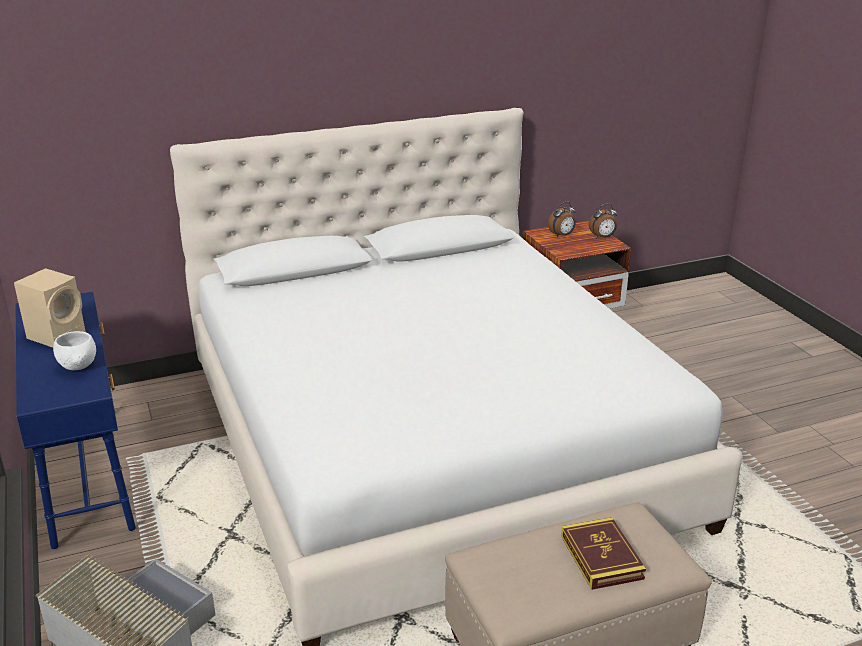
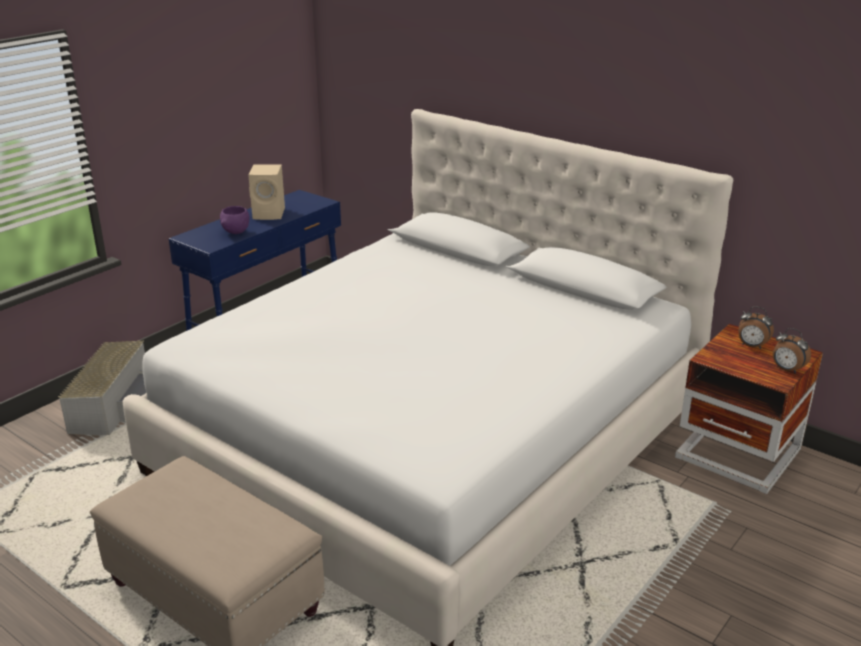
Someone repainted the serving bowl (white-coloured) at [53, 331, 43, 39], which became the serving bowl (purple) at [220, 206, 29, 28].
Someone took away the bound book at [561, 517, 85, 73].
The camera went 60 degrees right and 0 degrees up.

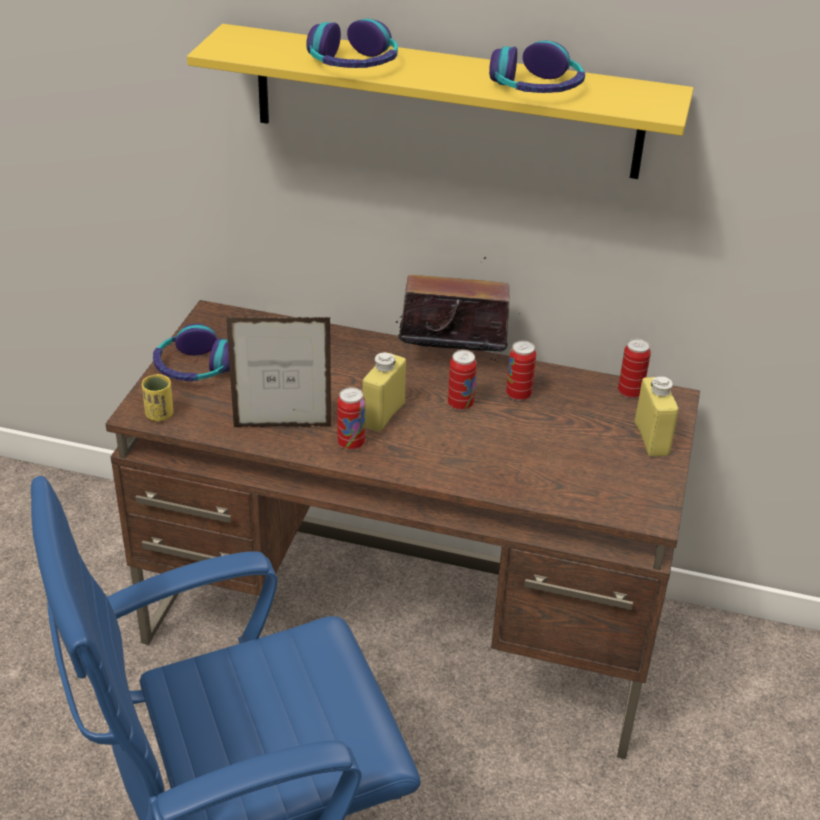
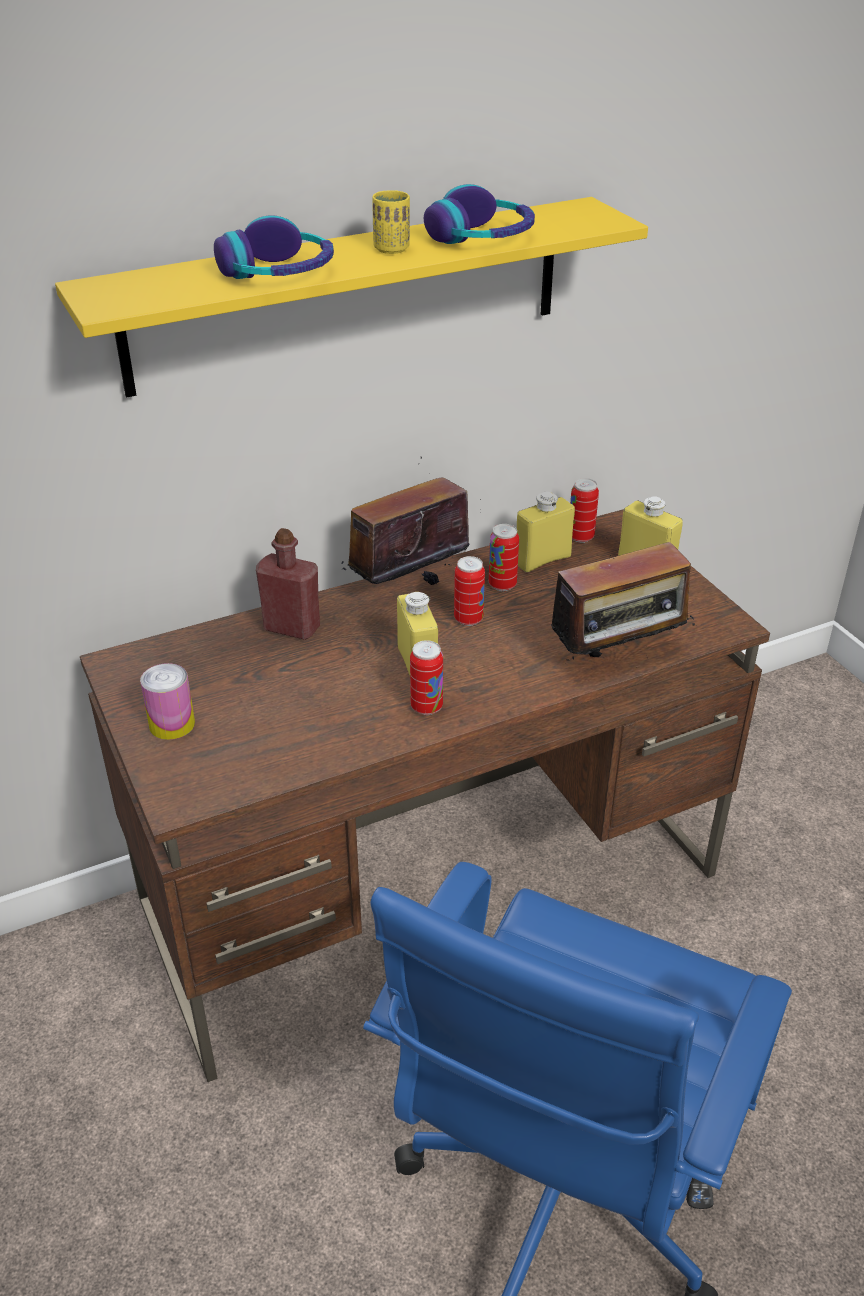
Someone carried the drinking cup (yellow-coloured) from [142, 374, 31, 47] to [372, 190, 38, 64].
Someone swapped the headset at [153, 324, 77, 58] for the can at [140, 663, 55, 77].
Someone took away the picture frame at [226, 317, 106, 110].
Someone put down the bottle (reddish) at [256, 528, 64, 112].
Someone put down the bottle (yellow-coloured) at [517, 492, 58, 80].
Someone put down the radio receiver at [542, 542, 153, 122].
The camera went 40 degrees left and 0 degrees up.

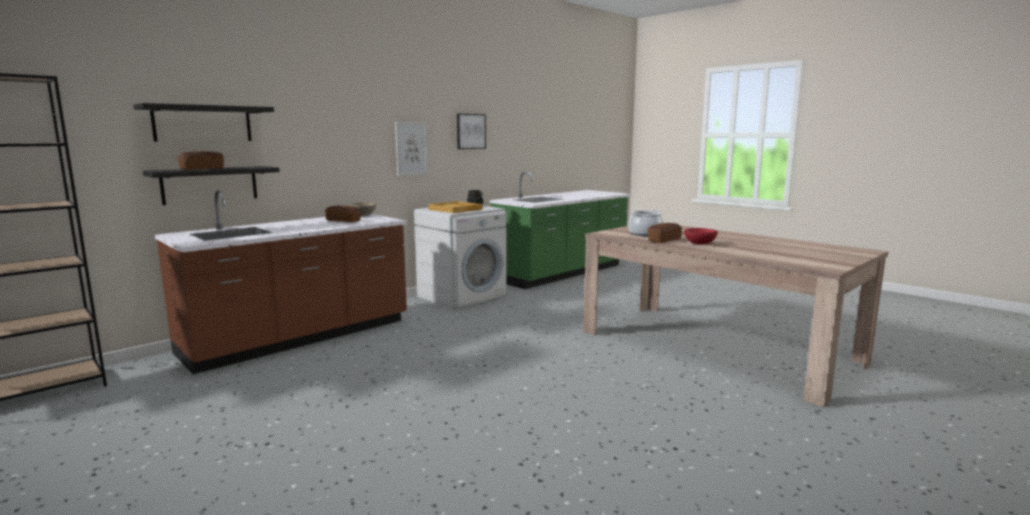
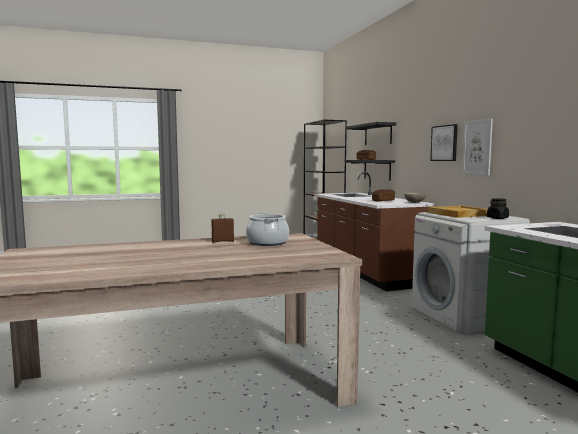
Someone carried the wall art from [457, 114, 29, 35] to [430, 124, 28, 37].
Someone swapped the bread at [648, 223, 34, 20] for the bottle (brown) at [211, 213, 23, 30].
Someone took away the serving bowl (reddish) at [684, 228, 34, 16].
The camera went 115 degrees right and 5 degrees down.

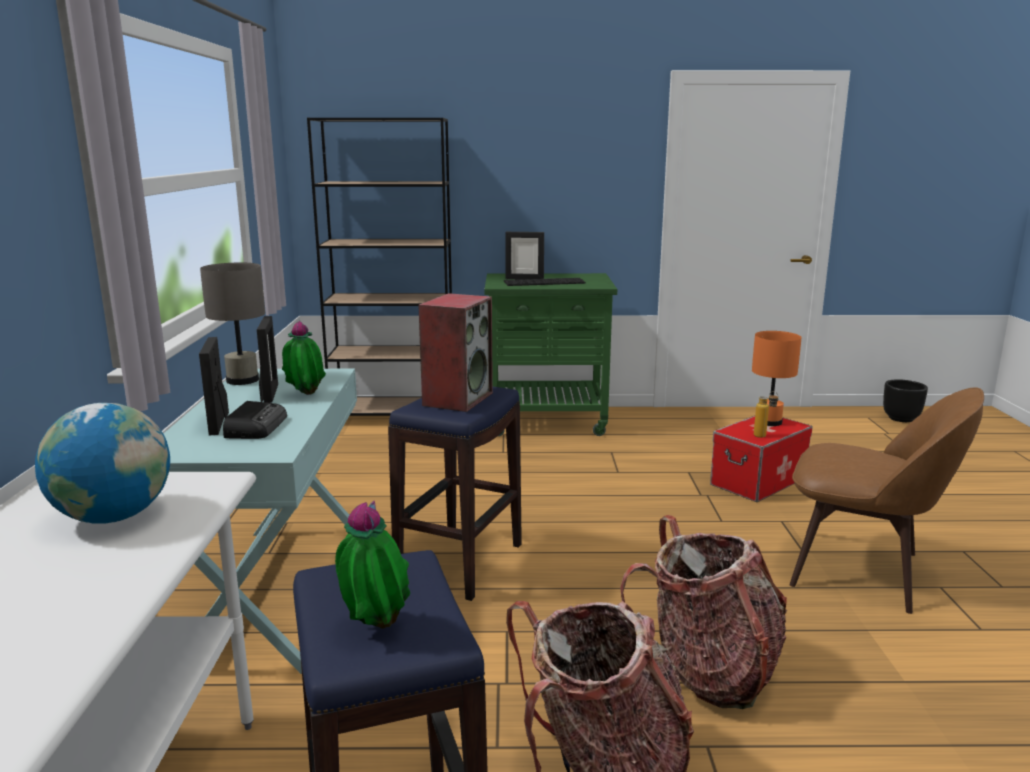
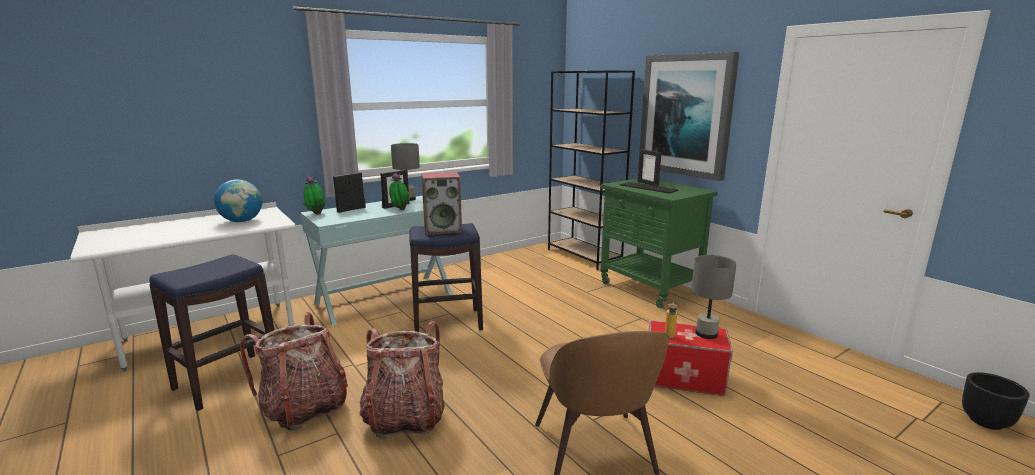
Someone took away the radio receiver at [223, 401, 64, 38].
Someone carried the houseplant from [335, 501, 75, 128] to [303, 176, 23, 38].
Someone repainted the tabletop lamp (orange-coloured) at [752, 331, 49, 95], which became the tabletop lamp (gray) at [692, 255, 44, 84].
Someone put up the wall art at [638, 52, 101, 129].
The camera went 55 degrees right and 0 degrees up.

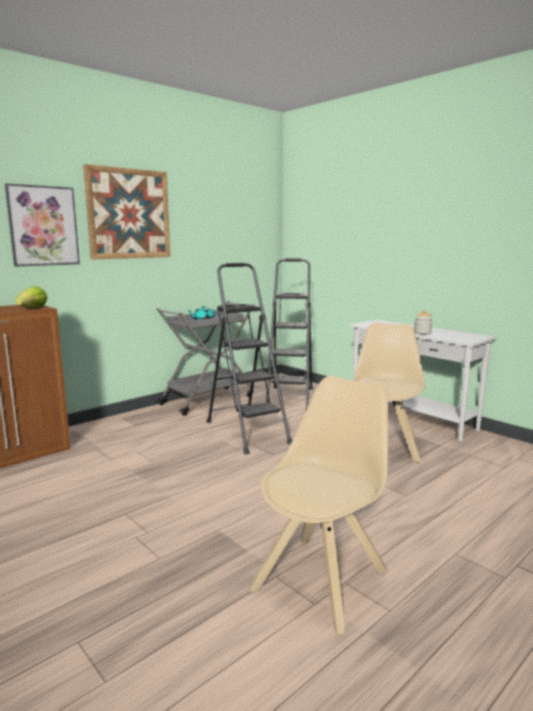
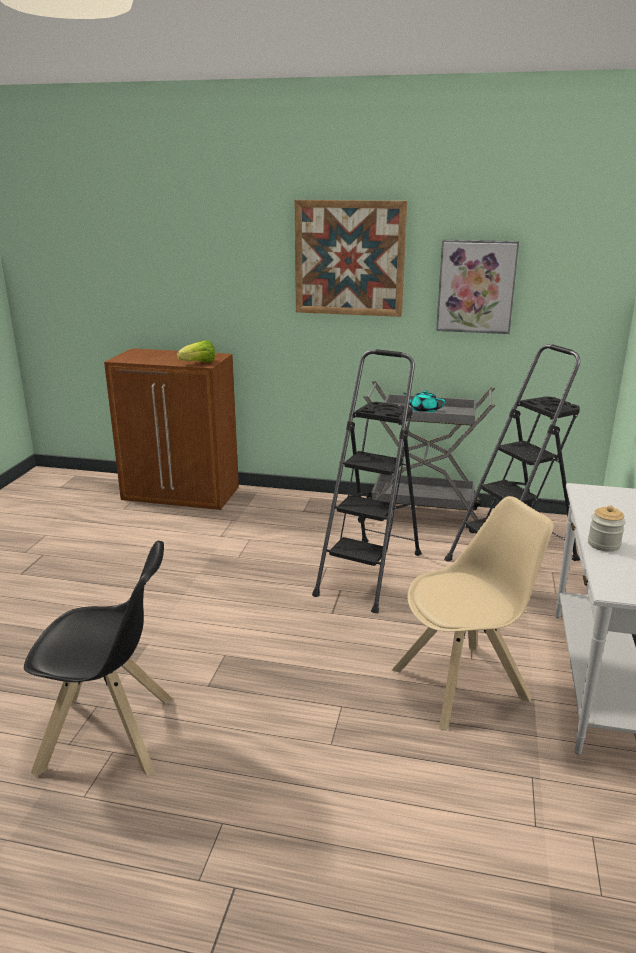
Someone carried the wall art from [5, 183, 75, 83] to [436, 240, 83, 94].
Someone repainted the upright chair (beige-coloured) at [249, 376, 139, 259], which became the upright chair (black) at [24, 541, 149, 235].
The camera went 55 degrees right and 10 degrees up.

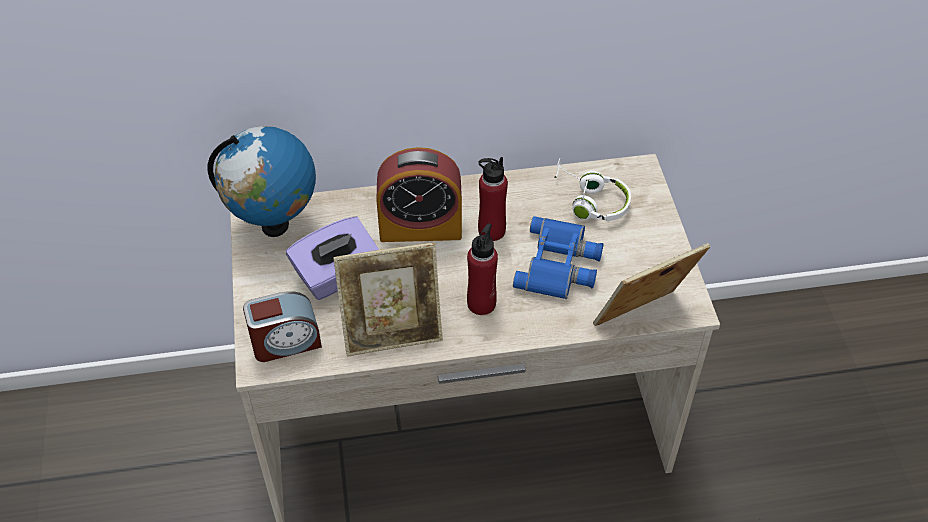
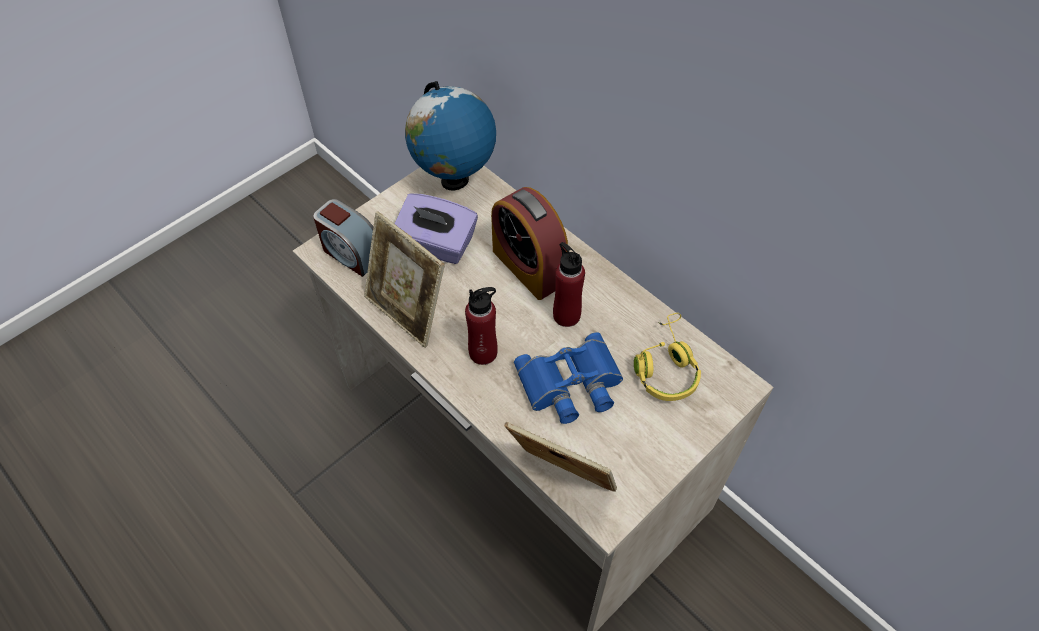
Someone repainted the headset (white-coloured) at [554, 159, 77, 62], which became the headset (yellow-coloured) at [634, 313, 67, 88].
The camera went 55 degrees right and 5 degrees up.

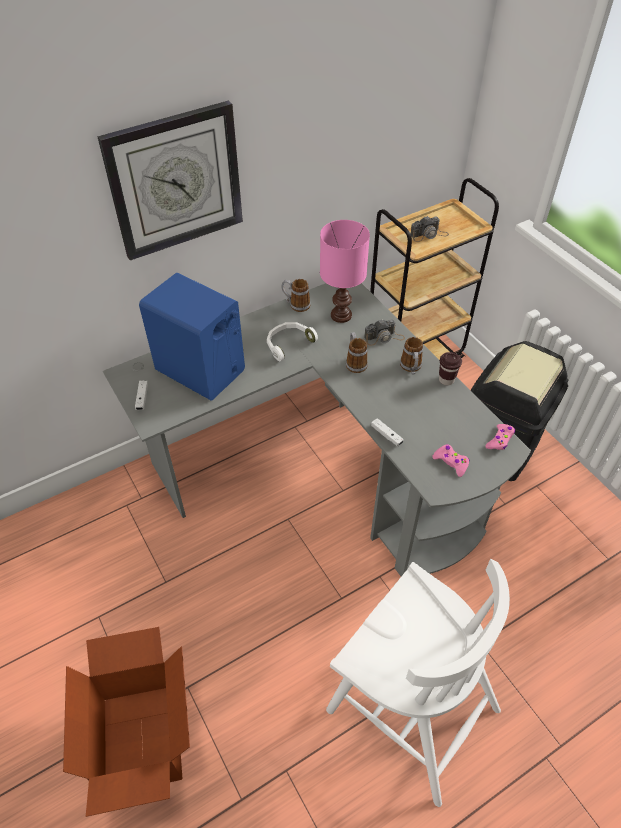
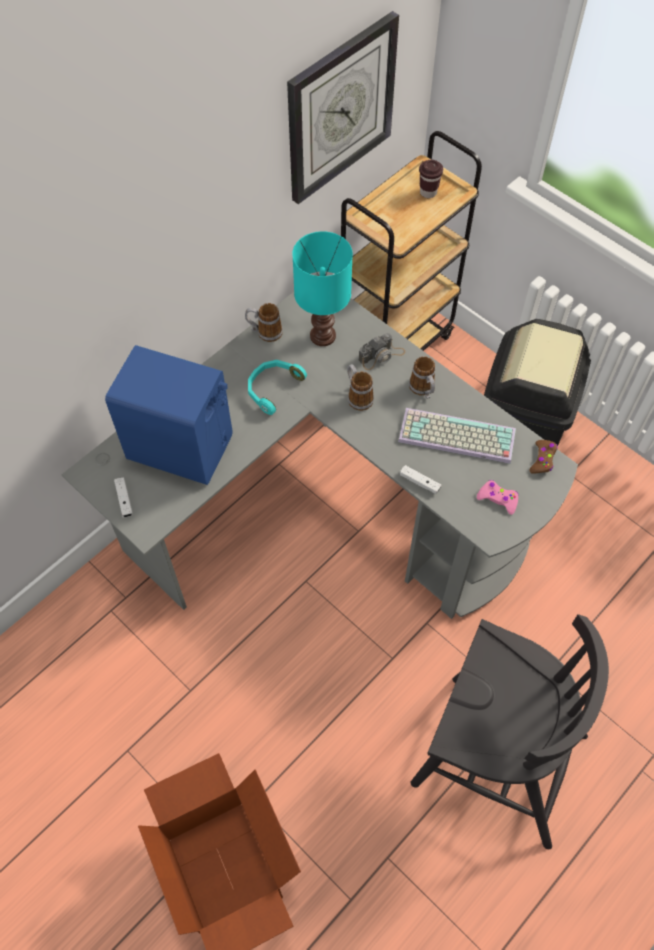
Someone carried the hanging clock from [97, 101, 146, 159] to [287, 11, 112, 193].
Someone repainted the headset (white-coloured) at [267, 322, 51, 39], which became the headset (blue-green) at [248, 360, 59, 55].
Someone repainted the tabletop lamp (pink-coloured) at [320, 220, 50, 103], which became the tabletop lamp (blue-green) at [292, 231, 61, 115].
Someone repainted the upright chair (white-coloured) at [326, 559, 184, 248], which became the upright chair (black) at [410, 614, 199, 235].
Someone took away the photo camera at [410, 216, 39, 26].
Someone carried the drinking cup (brown) from [439, 352, 23, 33] to [419, 160, 24, 38].
Someone repainted the gamepad (pink-coloured) at [485, 424, 30, 26], which became the gamepad (brown) at [529, 440, 29, 34].
Someone put down the computer keyboard at [398, 408, 118, 56].
The camera went 15 degrees left and 10 degrees up.

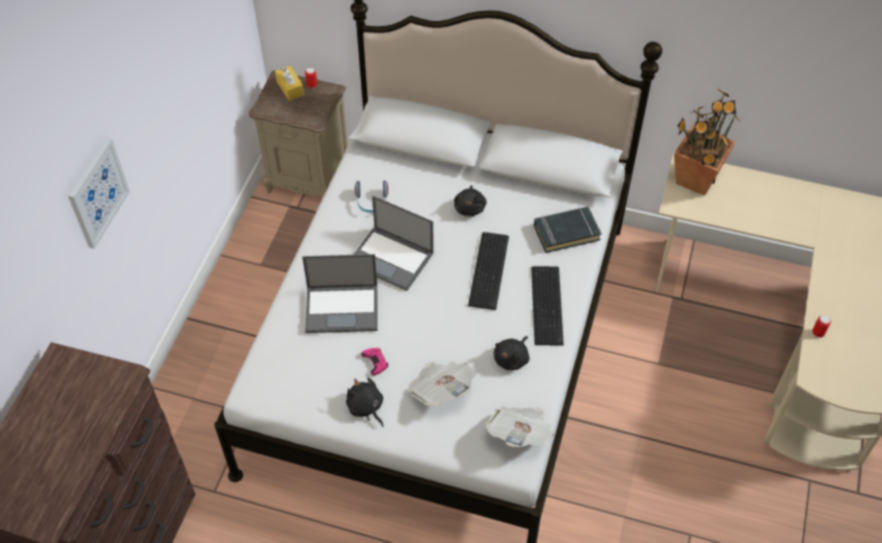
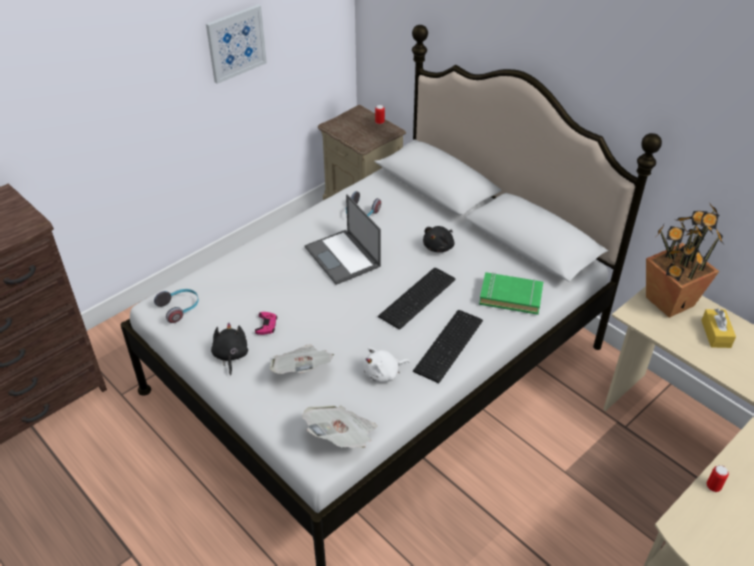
Someone carried the wall art from [68, 138, 62, 111] to [206, 4, 61, 80].
Someone carried the box of tissues (yellow-coloured) from [275, 66, 29, 35] to [701, 309, 35, 39].
Someone took away the notebook computer at [302, 254, 76, 79].
Someone repainted the soft toy (black) at [493, 336, 37, 34], which became the soft toy (white-coloured) at [363, 347, 47, 35].
Someone repainted the bound book (black) at [534, 207, 68, 46], which became the bound book (greenish) at [479, 272, 64, 43].
Someone put down the headset at [154, 289, 45, 34].
The camera went 30 degrees right and 10 degrees down.

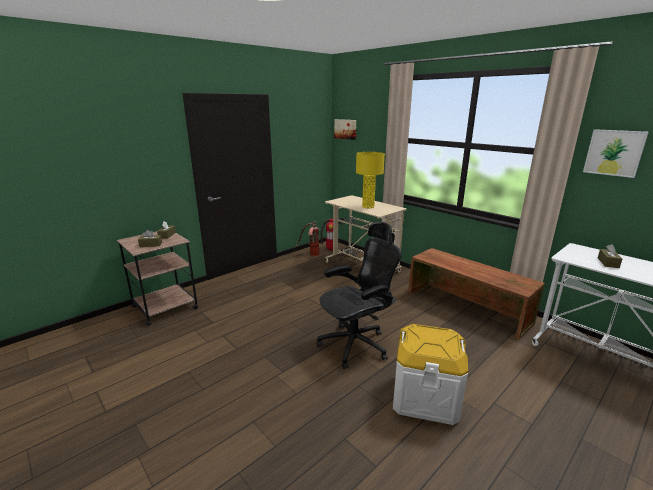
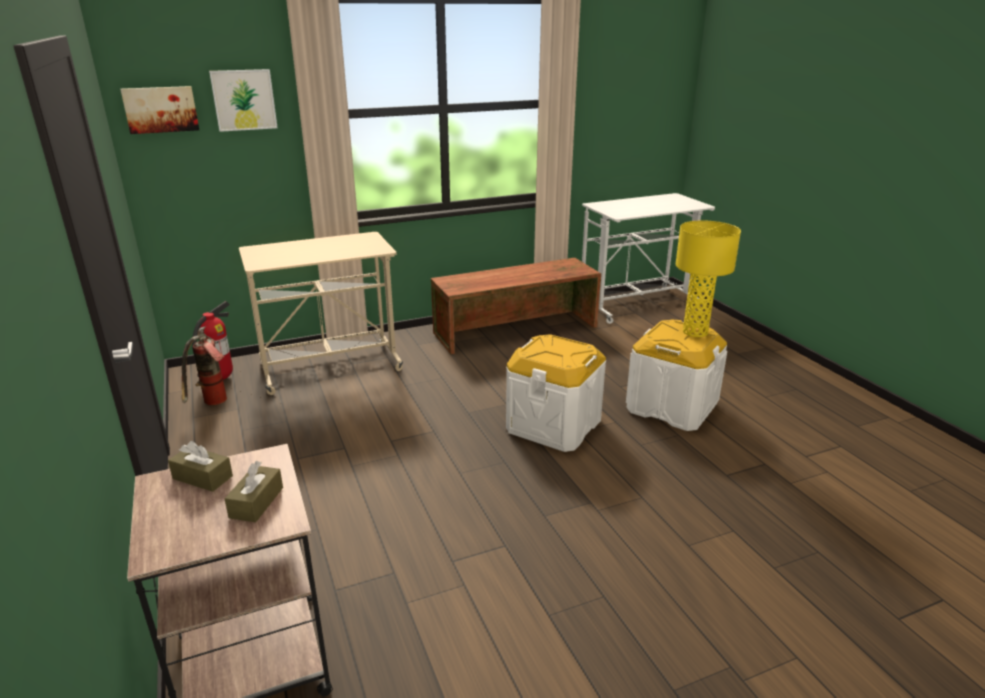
Someone swapped the desk chair at [317, 222, 85, 147] for the storage box (white-coloured) at [506, 334, 100, 118].
Someone carried the tabletop lamp (yellow-coloured) from [356, 152, 29, 56] to [676, 221, 65, 116].
Someone carried the wall art from [583, 129, 66, 49] to [209, 69, 69, 63].
Someone took away the box of tissues (brown) at [598, 244, 24, 24].
The camera went 70 degrees left and 5 degrees up.

